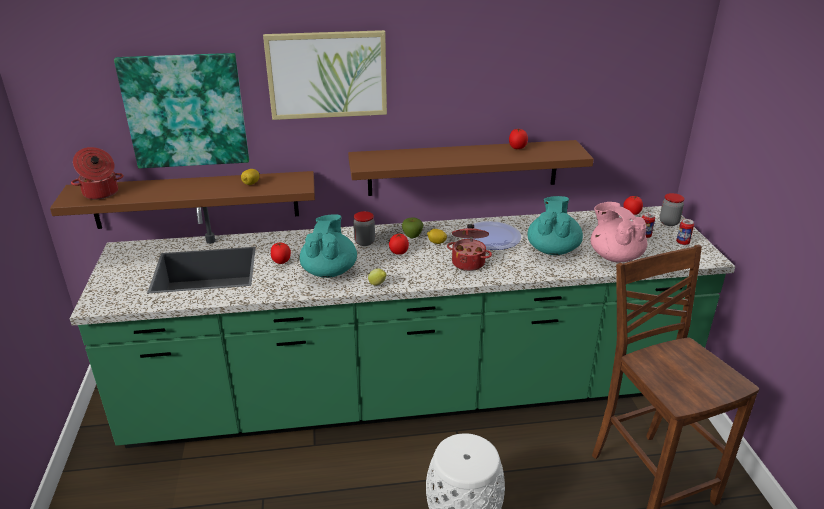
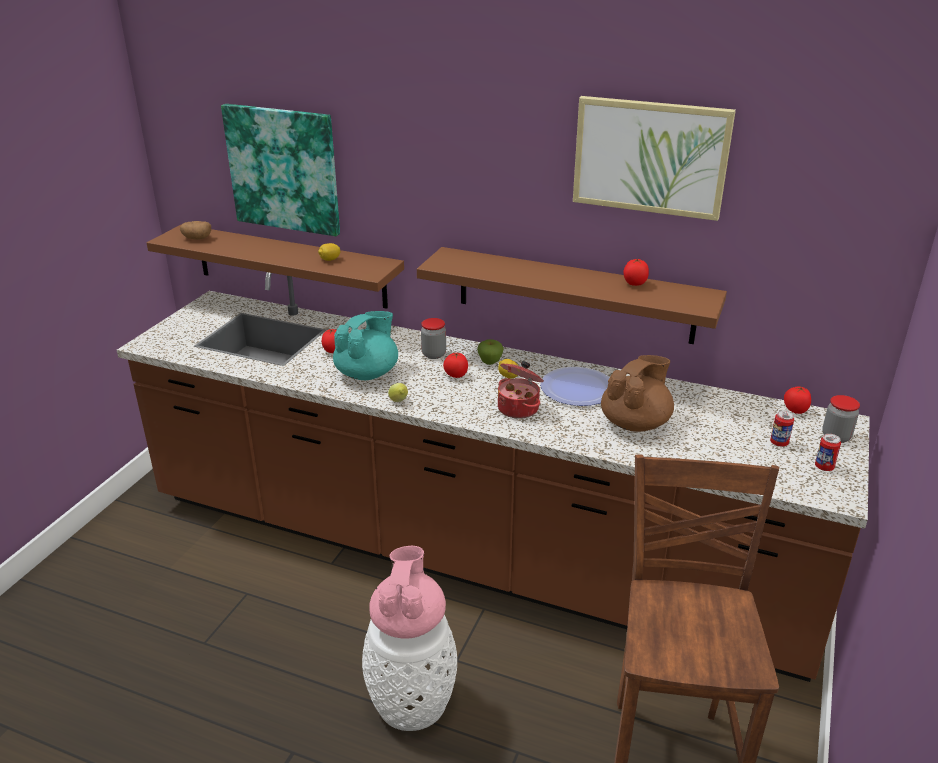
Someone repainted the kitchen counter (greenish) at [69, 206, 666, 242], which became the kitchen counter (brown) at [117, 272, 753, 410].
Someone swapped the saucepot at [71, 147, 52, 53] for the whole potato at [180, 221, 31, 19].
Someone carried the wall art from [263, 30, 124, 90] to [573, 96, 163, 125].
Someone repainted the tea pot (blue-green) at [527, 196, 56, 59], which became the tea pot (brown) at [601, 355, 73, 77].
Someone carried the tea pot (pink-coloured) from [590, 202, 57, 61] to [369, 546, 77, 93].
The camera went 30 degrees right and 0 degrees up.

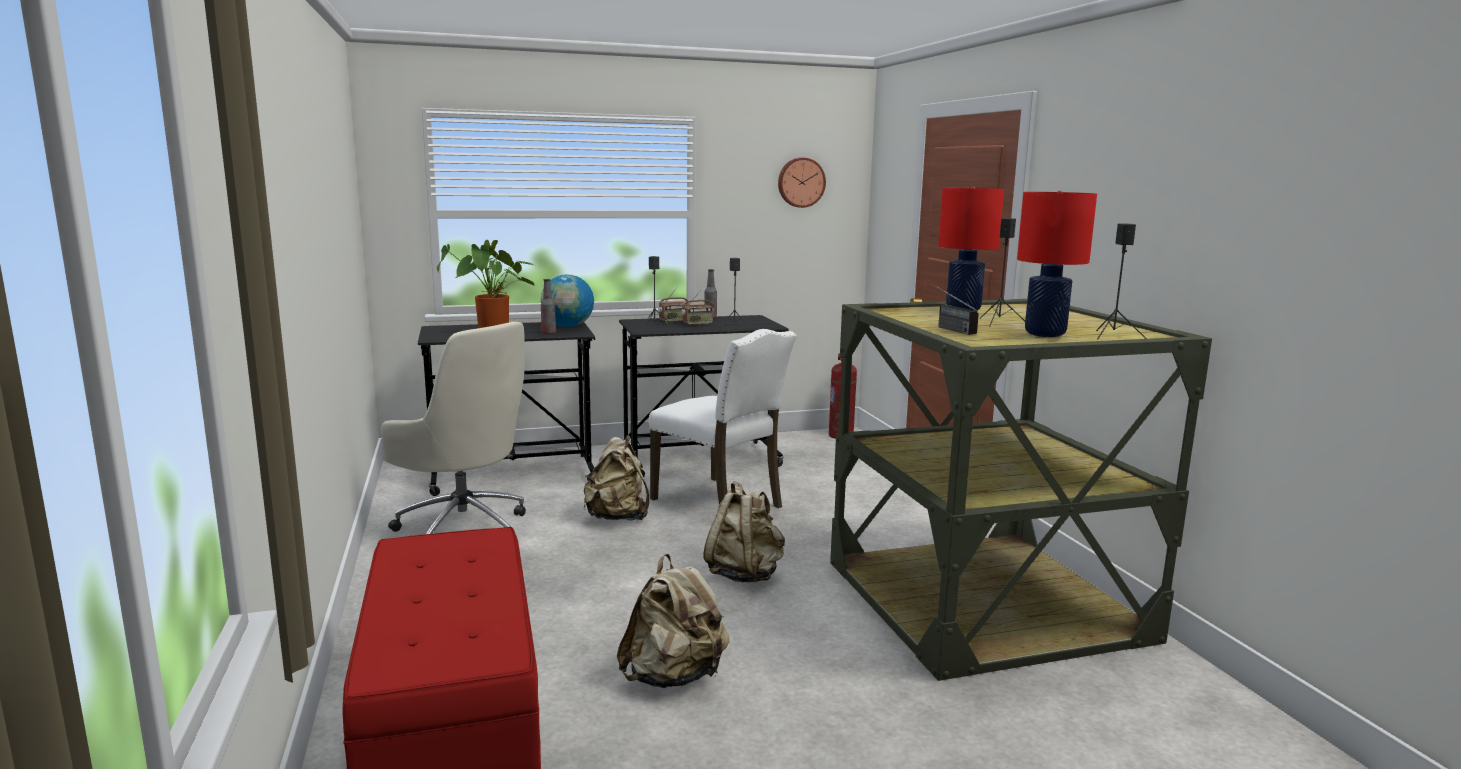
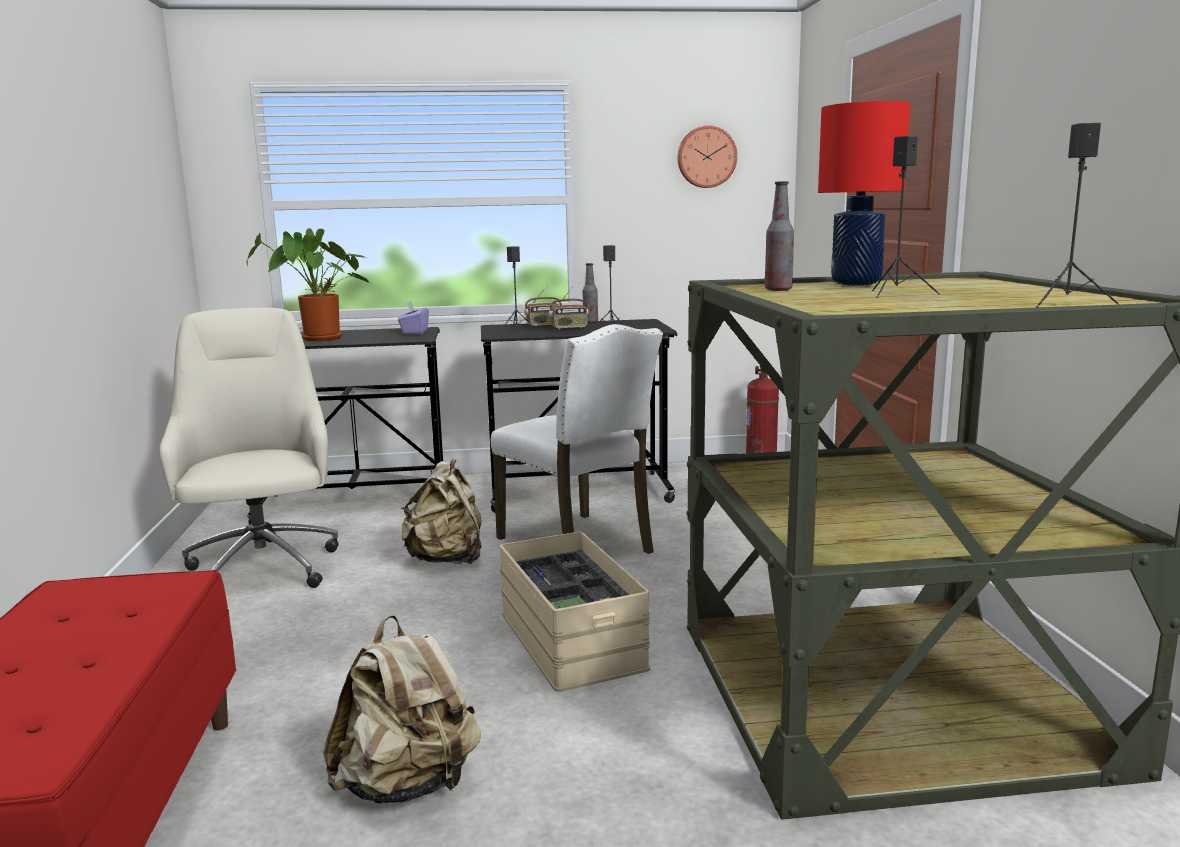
Someone rotated the desk chair (beige-coloured) at [381, 322, 145, 212] by 150 degrees counterclockwise.
Someone swapped the globe at [541, 274, 53, 53] for the box of tissues (purple) at [398, 301, 31, 33].
Someone carried the bottle from [541, 279, 15, 55] to [765, 181, 29, 110].
Someone swapped the backpack (beige-coloured) at [703, 481, 82, 102] for the storage box (beige-coloured) at [500, 532, 150, 160].
Someone took away the radio receiver at [933, 284, 46, 51].
Someone took away the tabletop lamp (reddish) at [1017, 191, 80, 146].
The camera went 10 degrees right and 0 degrees up.

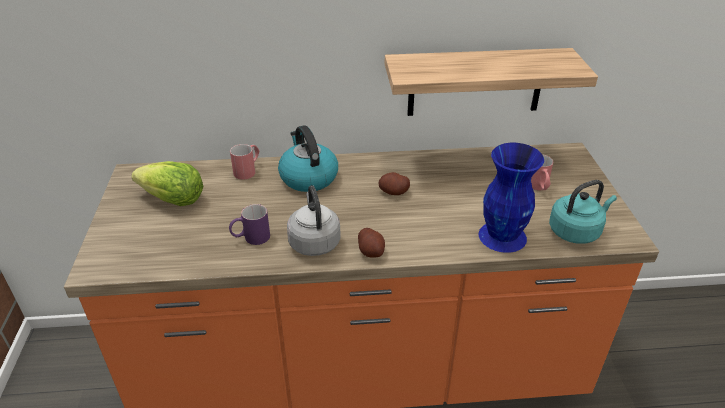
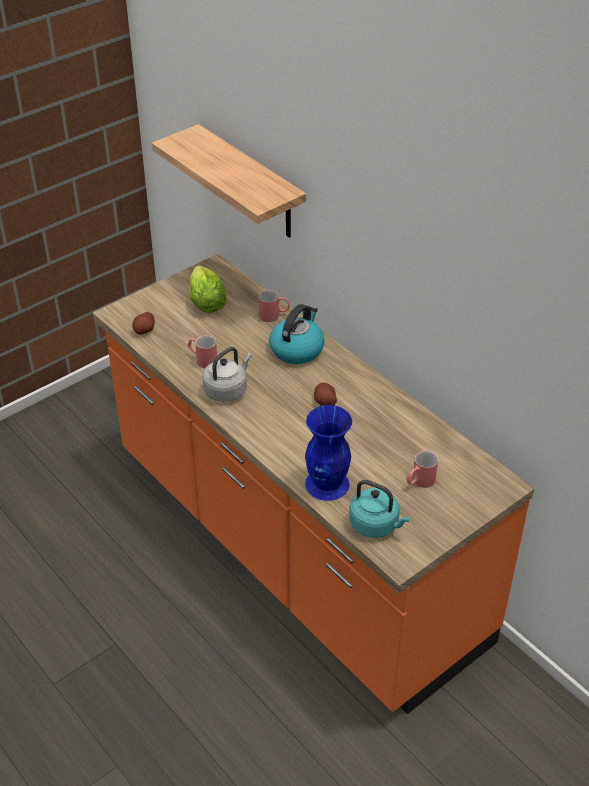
Someone repainted the mug (purple) at [229, 204, 41, 41], which became the mug (reddish) at [188, 335, 29, 33].
Someone carried the whole potato from [358, 228, 27, 30] to [132, 312, 23, 23].
Someone carried the bracket shelf from [385, 48, 213, 68] to [152, 124, 154, 114].
The camera went 55 degrees right and 5 degrees up.

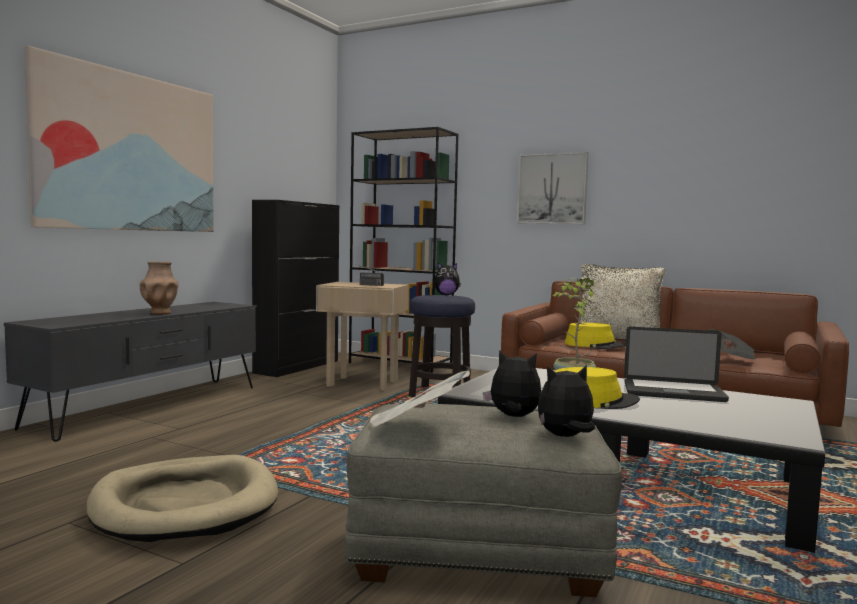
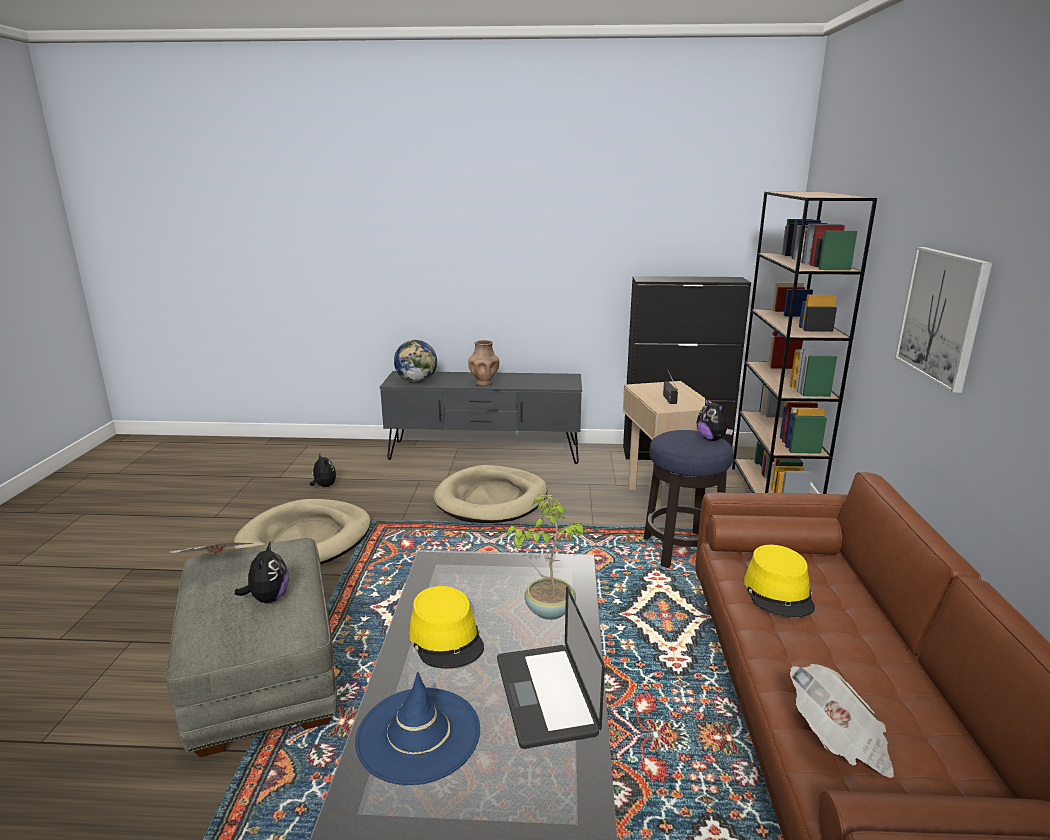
Someone took away the wall art at [24, 46, 190, 186].
Someone carried the soft toy from [538, 365, 57, 72] to [310, 454, 26, 33].
Someone took away the throw pillow (beige-coloured) at [580, 264, 86, 76].
Someone put down the hat (bluish) at [355, 672, 125, 113].
Someone put down the globe at [394, 340, 43, 43].
Someone put down the dog cushion (beige-coloured) at [433, 465, 114, 58].
The camera went 65 degrees right and 15 degrees up.

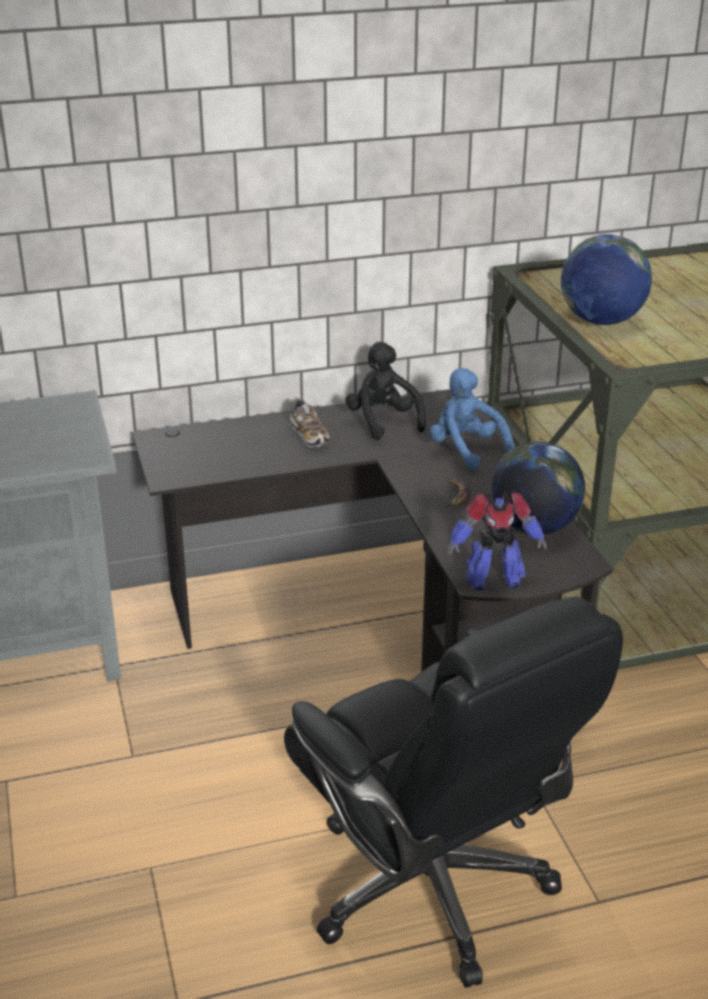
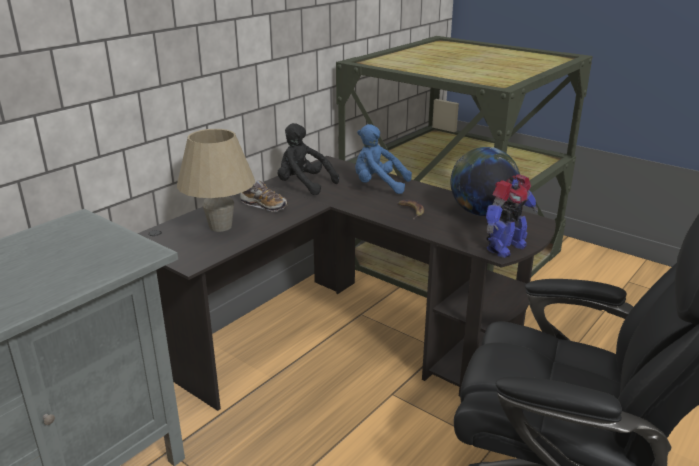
Someone took away the globe at [561, 234, 91, 91].
Someone put down the tabletop lamp (beige-coloured) at [177, 129, 78, 103].
The camera went 35 degrees left and 5 degrees down.

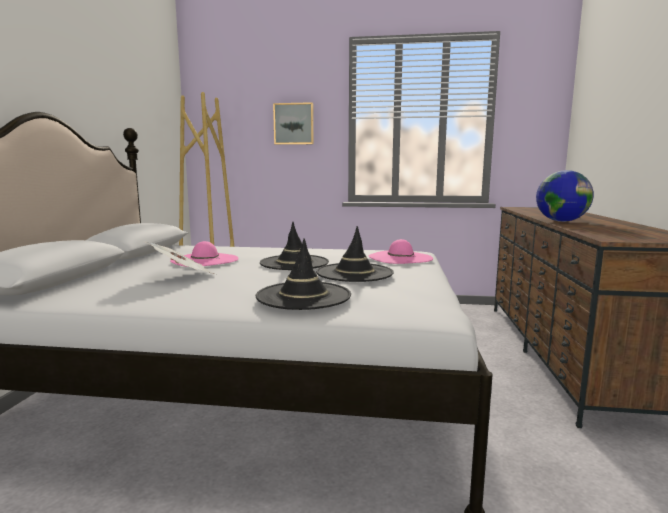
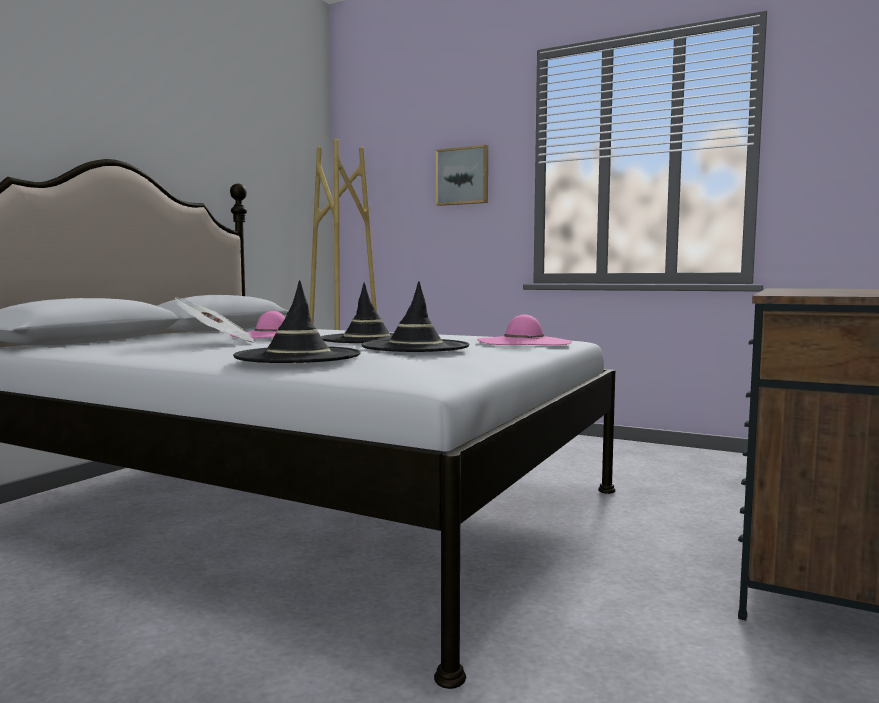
Someone took away the globe at [536, 170, 58, 52].
The camera went 20 degrees right and 5 degrees down.

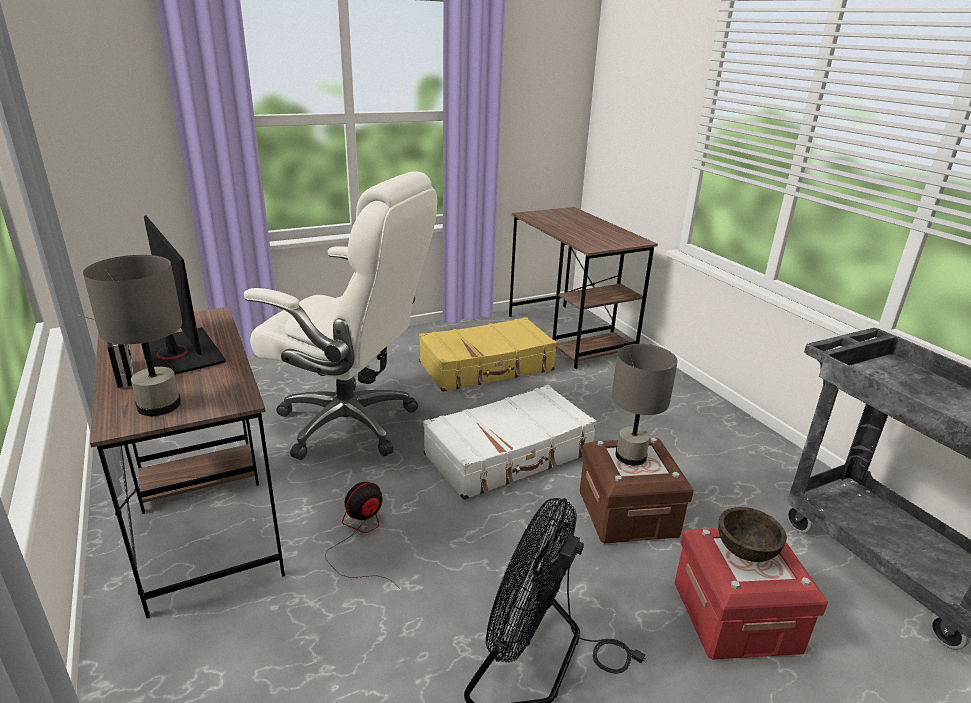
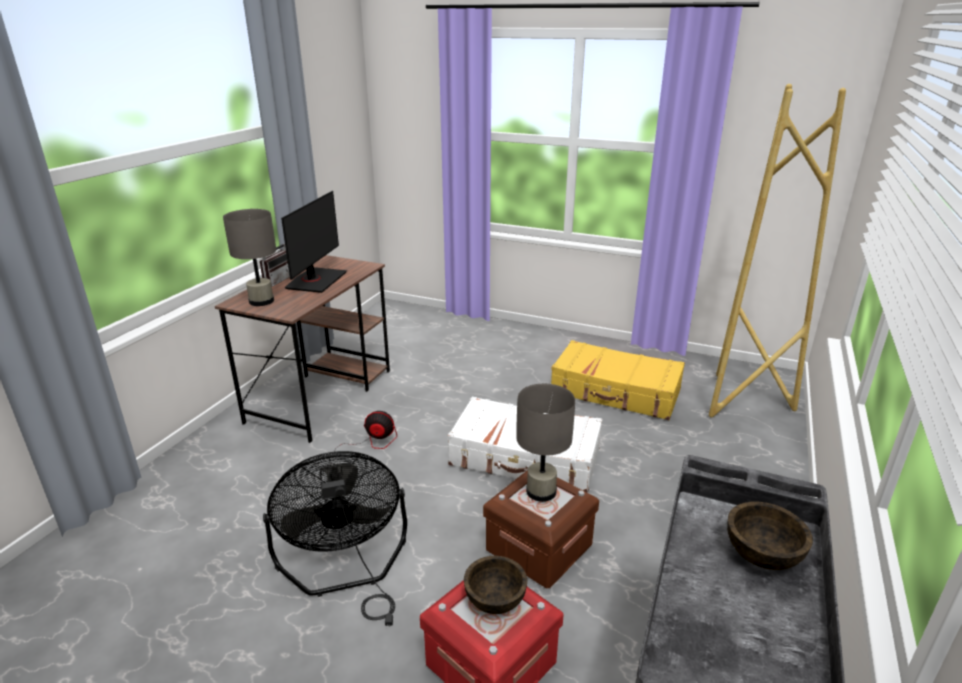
Someone took away the desk chair (white-coloured) at [244, 171, 193, 289].
Someone swapped the desk unit (brown) at [509, 207, 149, 162] for the clothes rack (yellow-coloured) at [709, 84, 137, 334].
Someone put down the serving bowl (brown) at [727, 502, 86, 68].
The camera went 50 degrees right and 0 degrees up.

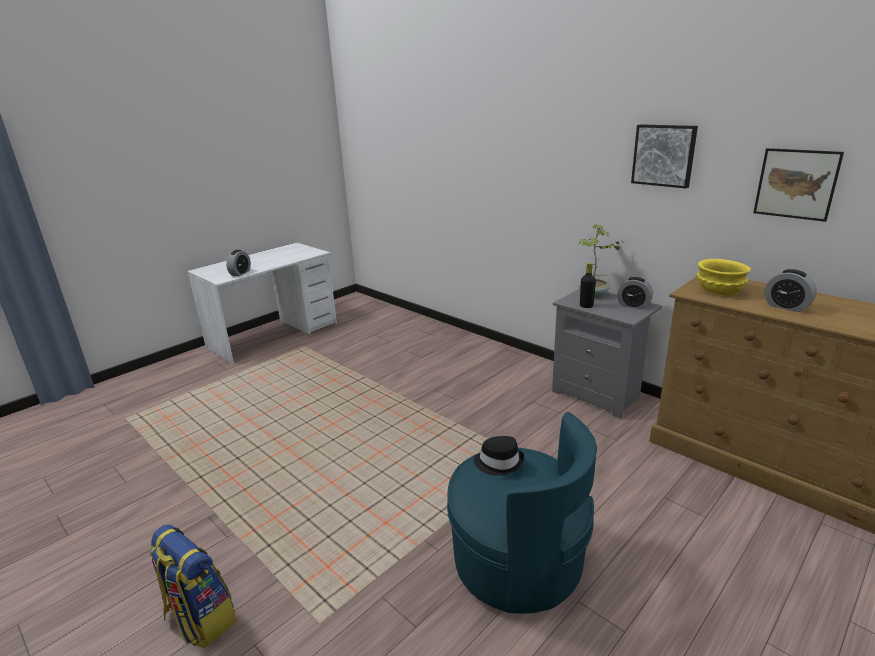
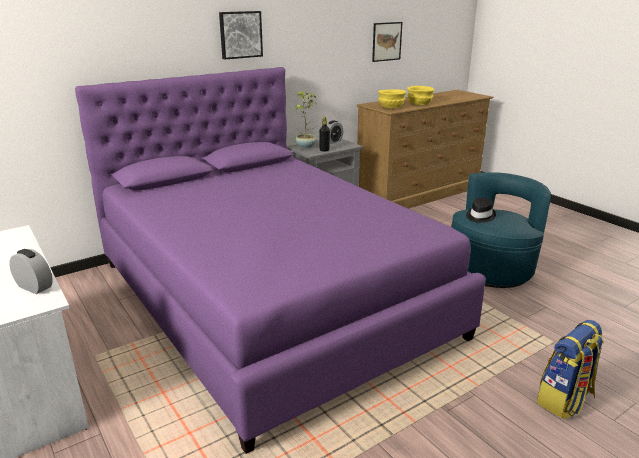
Someone carried the wall art from [631, 124, 67, 64] to [219, 11, 44, 48].
Someone swapped the alarm clock at [765, 269, 52, 43] for the serving bowl (yellow-coloured) at [407, 86, 28, 19].
Someone put down the bed (purple) at [75, 67, 411, 387].
The camera went 80 degrees left and 0 degrees up.

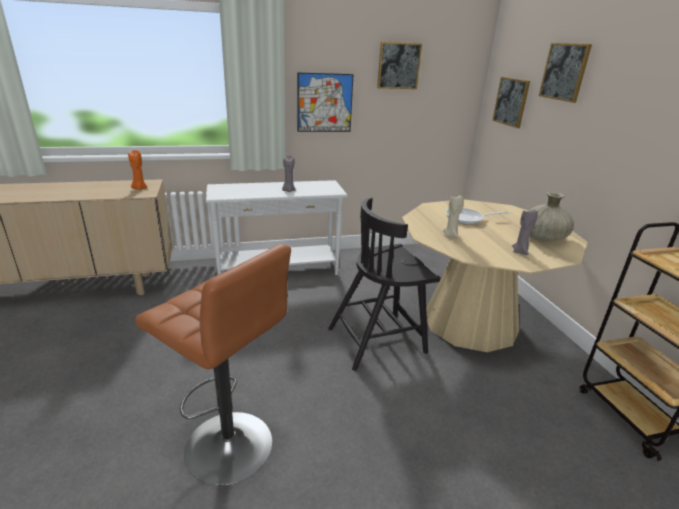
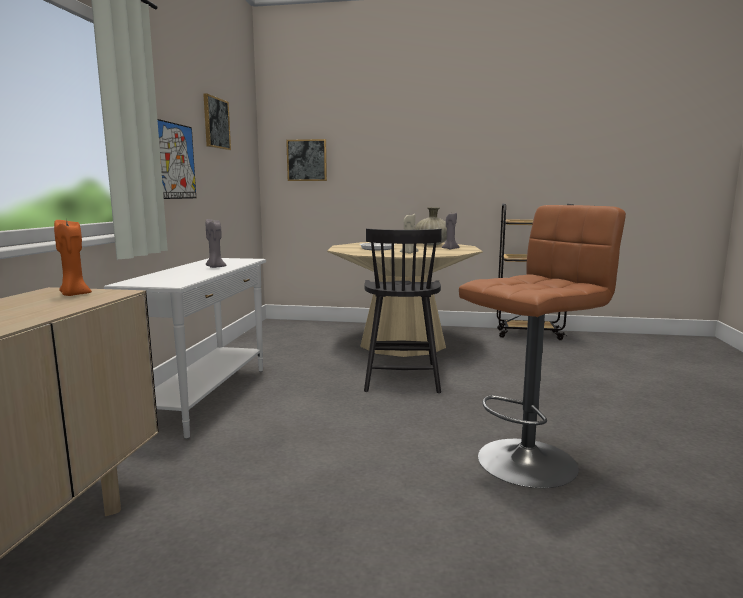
Someone took away the wall art at [539, 43, 53, 60].
The camera went 65 degrees left and 15 degrees down.

